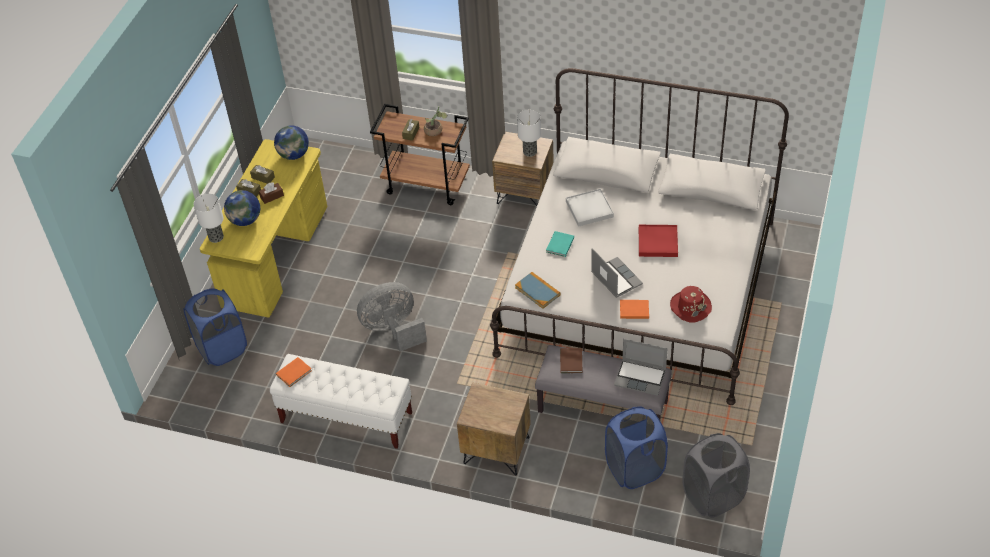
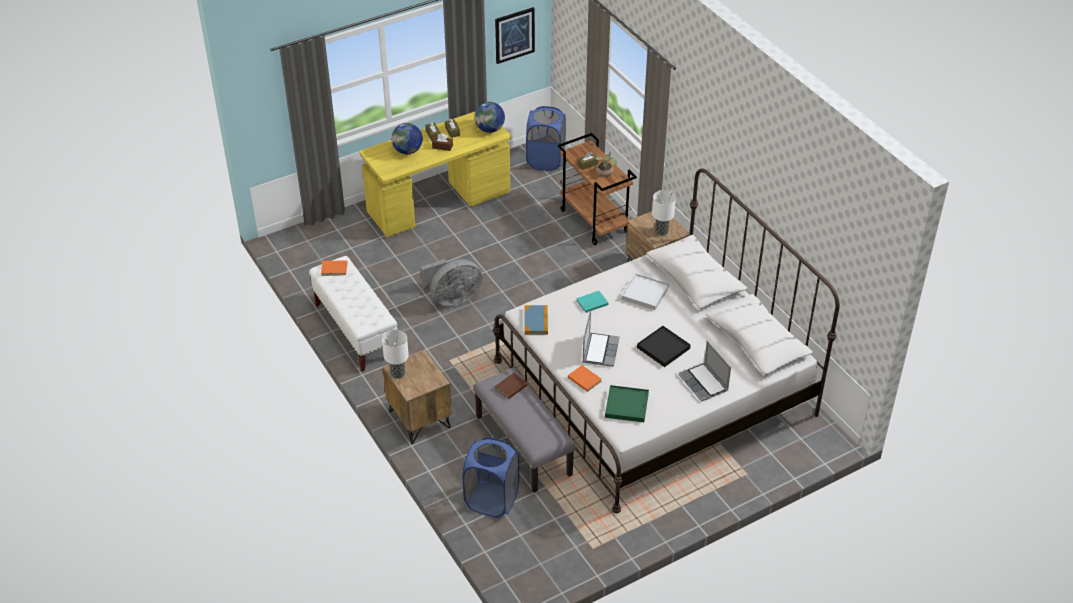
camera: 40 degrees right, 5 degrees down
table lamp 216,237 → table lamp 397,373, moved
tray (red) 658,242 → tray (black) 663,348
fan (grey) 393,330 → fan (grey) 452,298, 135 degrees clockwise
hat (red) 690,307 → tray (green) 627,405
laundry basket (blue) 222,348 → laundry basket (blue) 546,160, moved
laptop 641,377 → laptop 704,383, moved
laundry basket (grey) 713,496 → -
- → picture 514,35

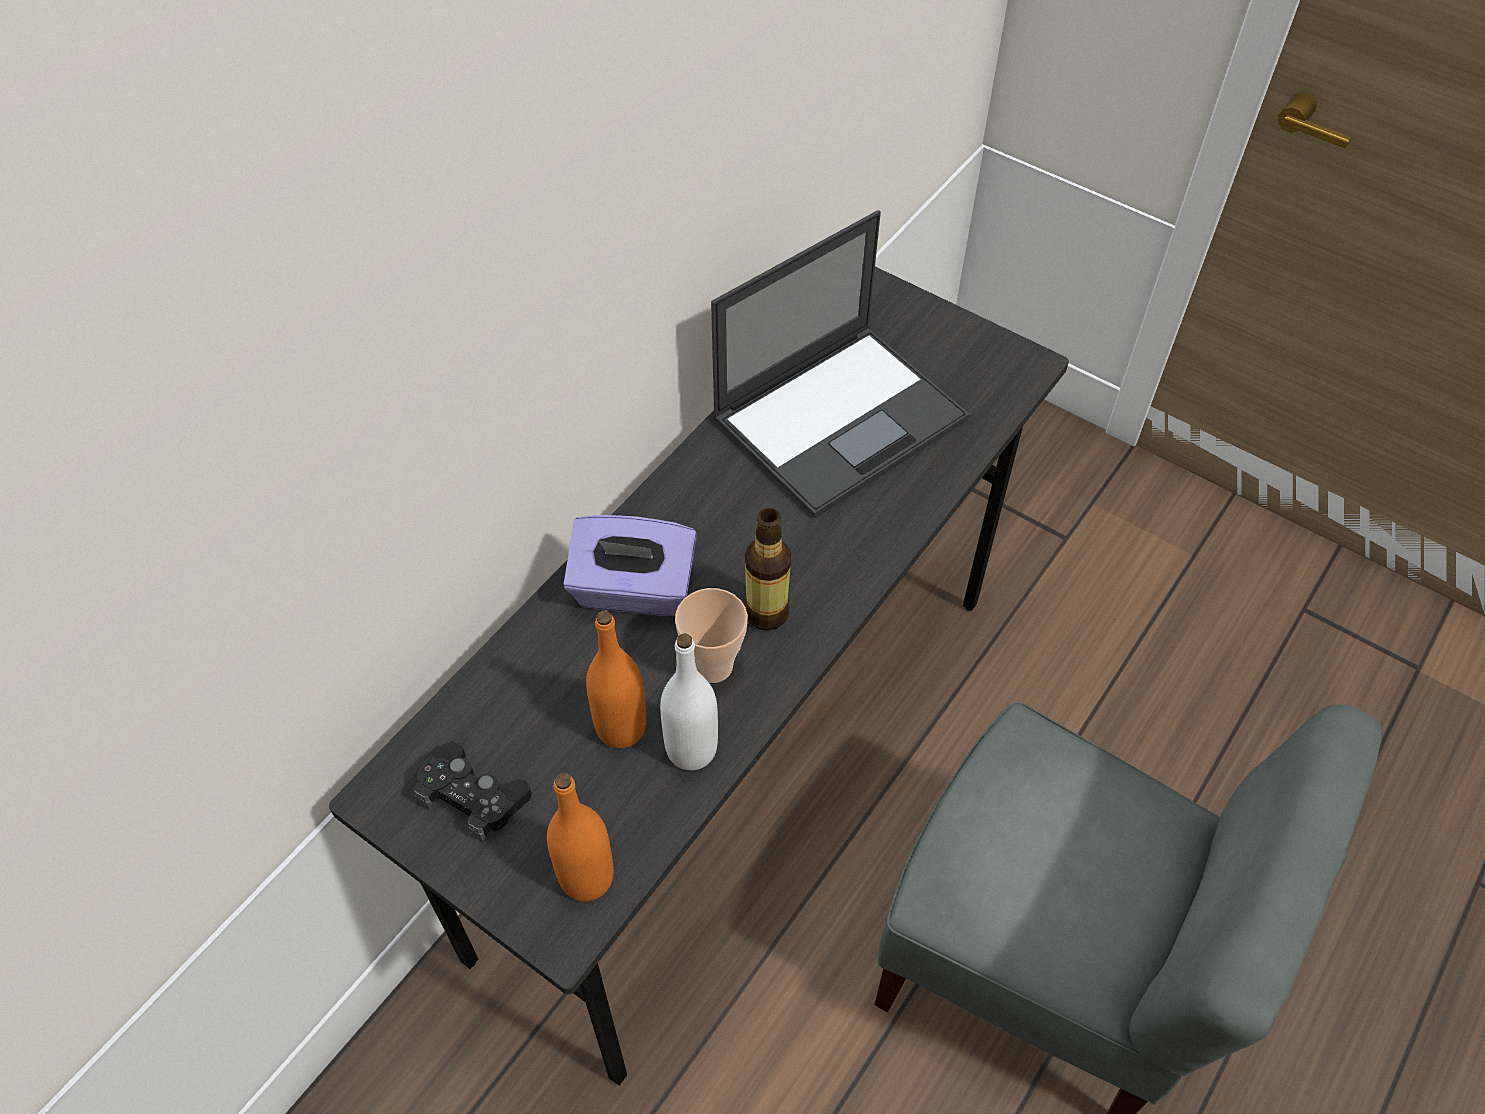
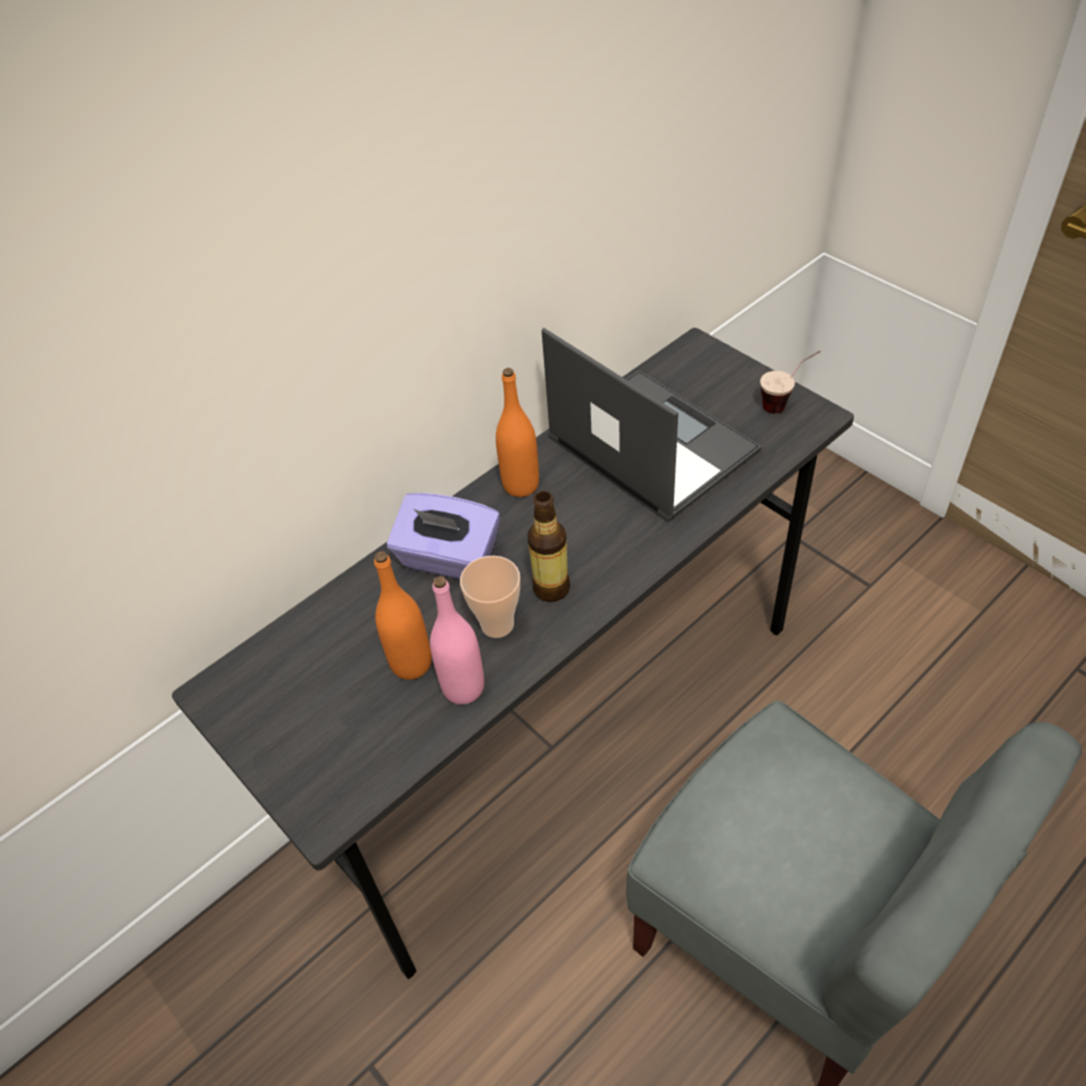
camera: 15 degrees right, 5 degrees down
laptop 841,417 → laptop 650,444, 105 degrees counterclockwise
bottle (white) 691,749 → bottle (pink) 463,688
game controller (black) 473,796 → -
bottle (orange) 586,877 → bottle (orange) 521,485, moved
- → cup 786,402

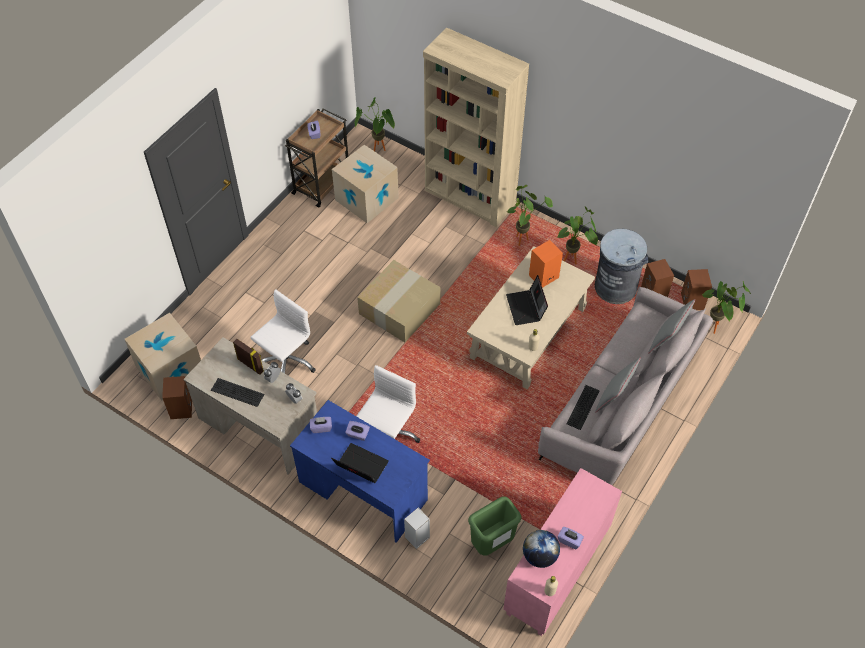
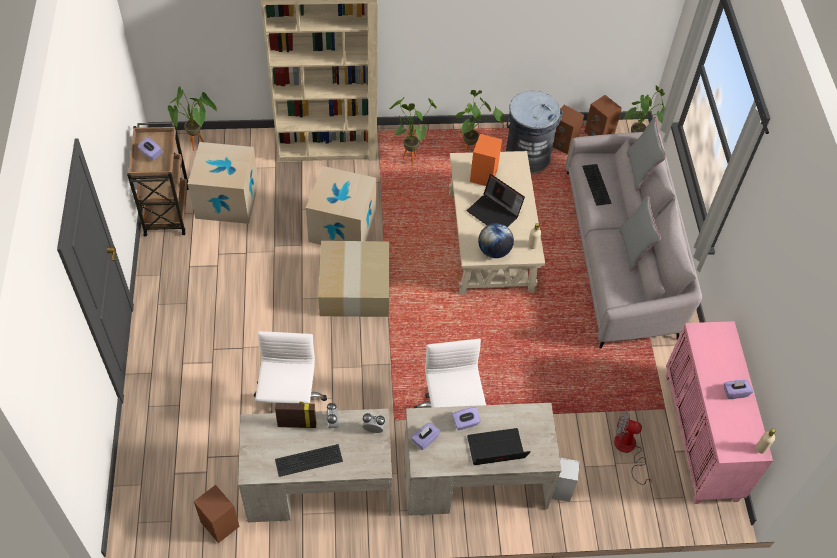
camera: 40 degrees left, 0 degrees up
cardboard box 170,370 → cardboard box 342,227, moved
keyboard 583,408 → keyboard 597,185, moved
desk (blue) 363,490 → desk (beige) 474,481
trash can (green) 492,544 → fan 628,450
globe 539,556 → globe 494,251, moved

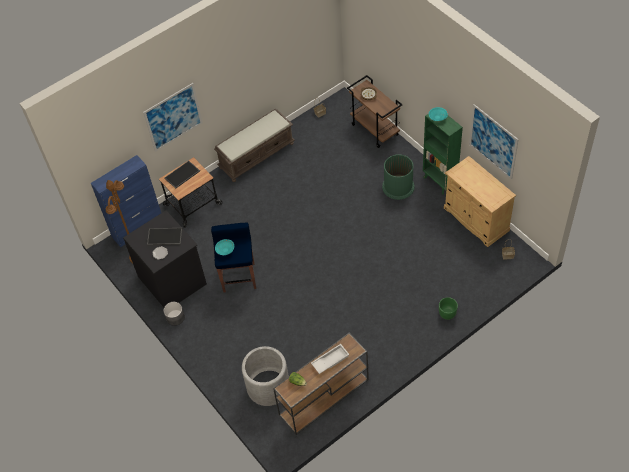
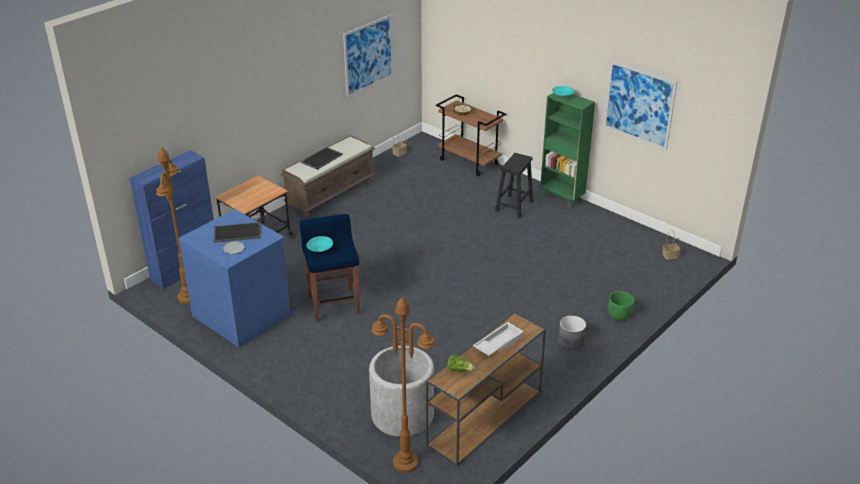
camera: 15 degrees left, 20 degrees down
picture 173,117 → picture 368,55, moved
trash can (green) 398,187 → stool (black) 514,207
cabinet (beige) 476,219 → -
tray 182,175 → tray 322,159, moved
dresser (black) 173,279 → dresser (blue) 242,315
planter (grey) 175,318 → planter (grey) 571,341, moved
- → floor lamp (brown) 406,463

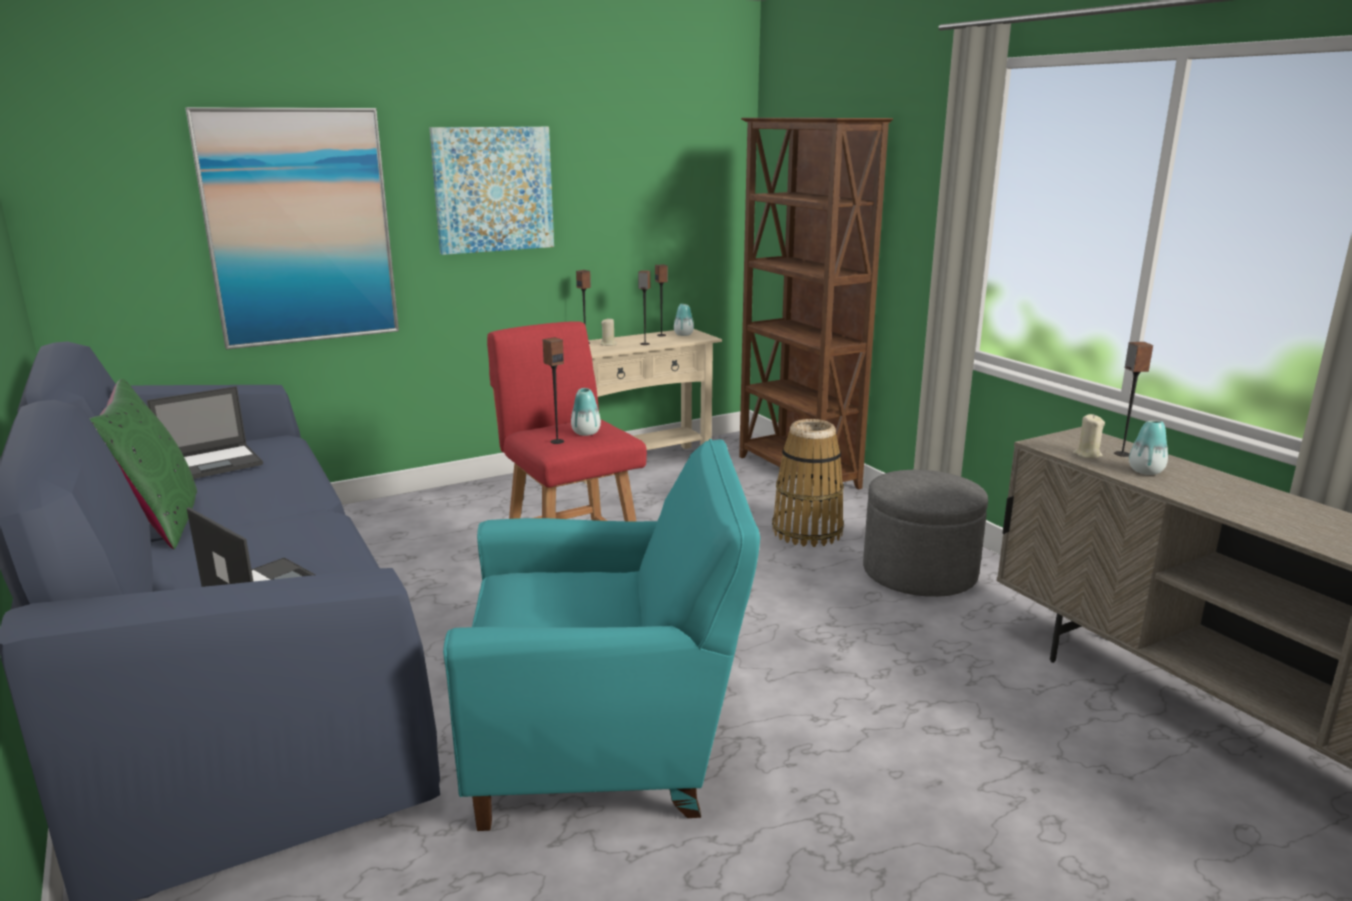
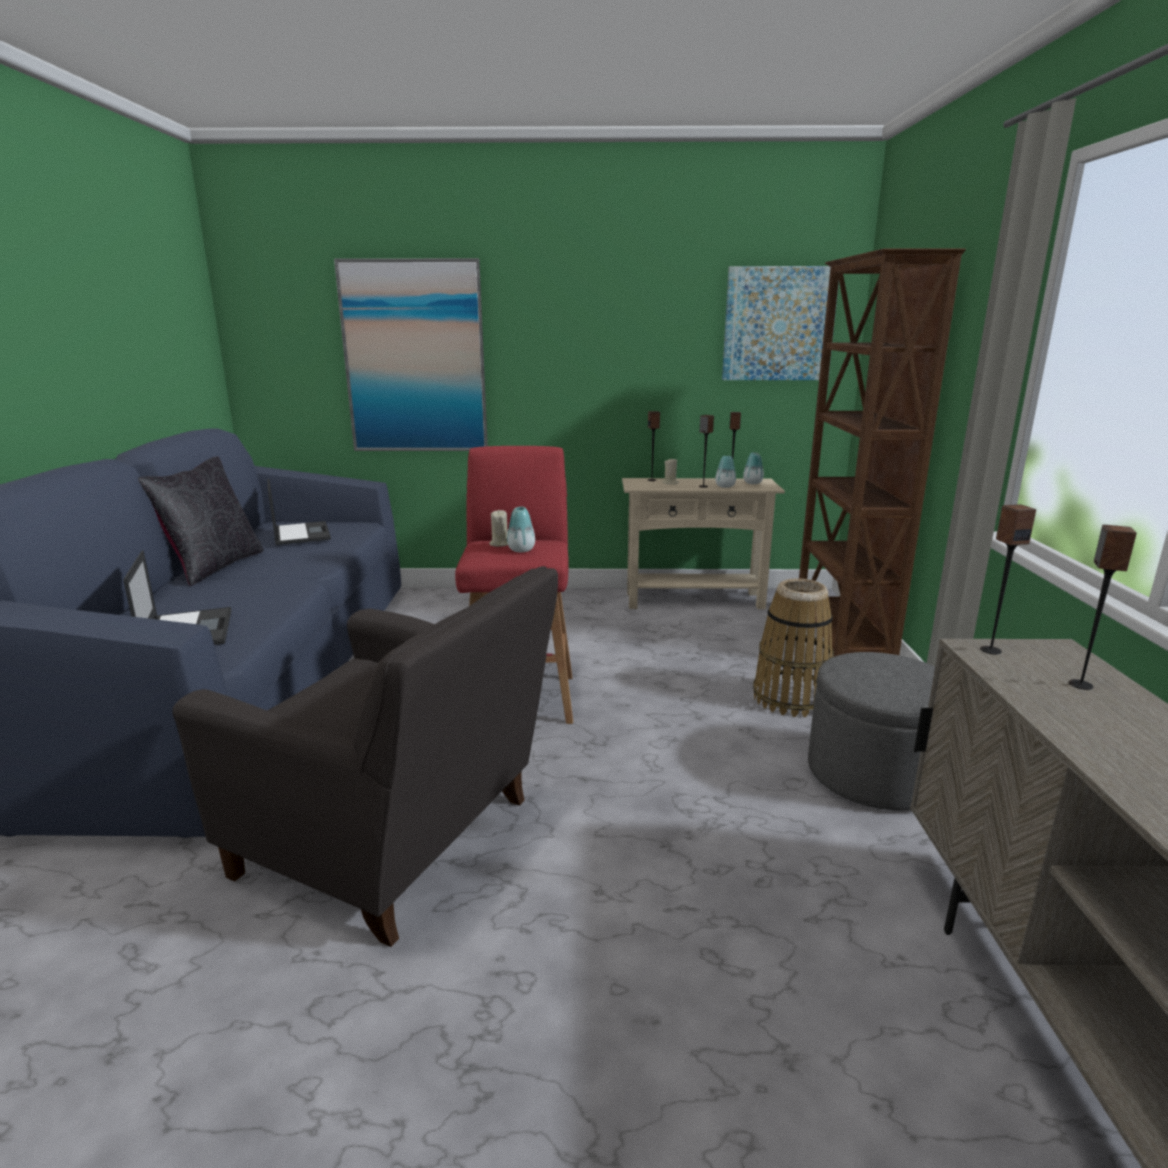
camera: 30 degrees right, 0 degrees up
picture 493,189 → picture 778,324, moved
speaker 557,441 → speaker 990,650, moved
pillow (green) 160,522 → pillow (black) 213,566
laptop 212,463 → laptop 301,533, 105 degrees counterclockwise
candle (beige) 1087,454 → candle (beige) 499,544, moved
vase 1145,471 → vase 725,486, moved
armchair (turquoise) 608,741 → armchair (grey) 400,840

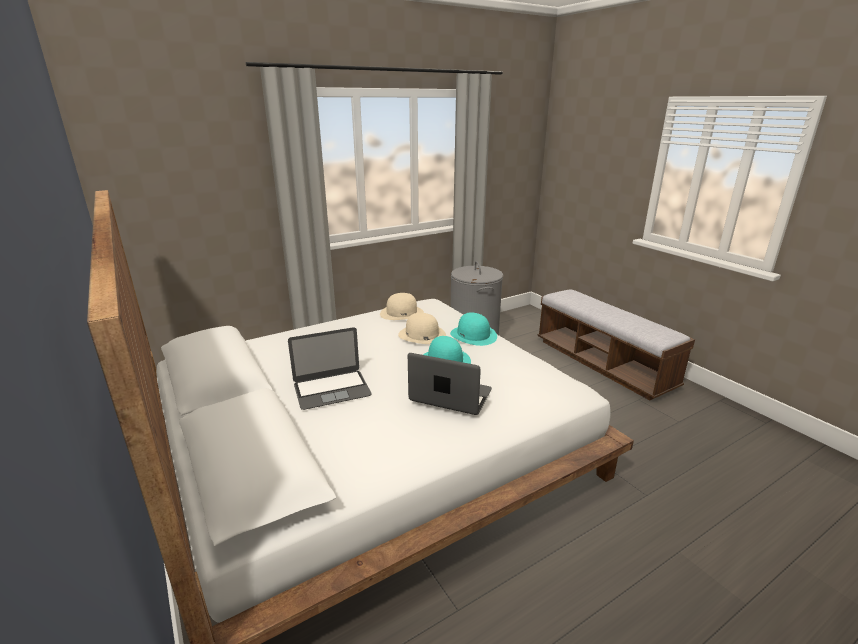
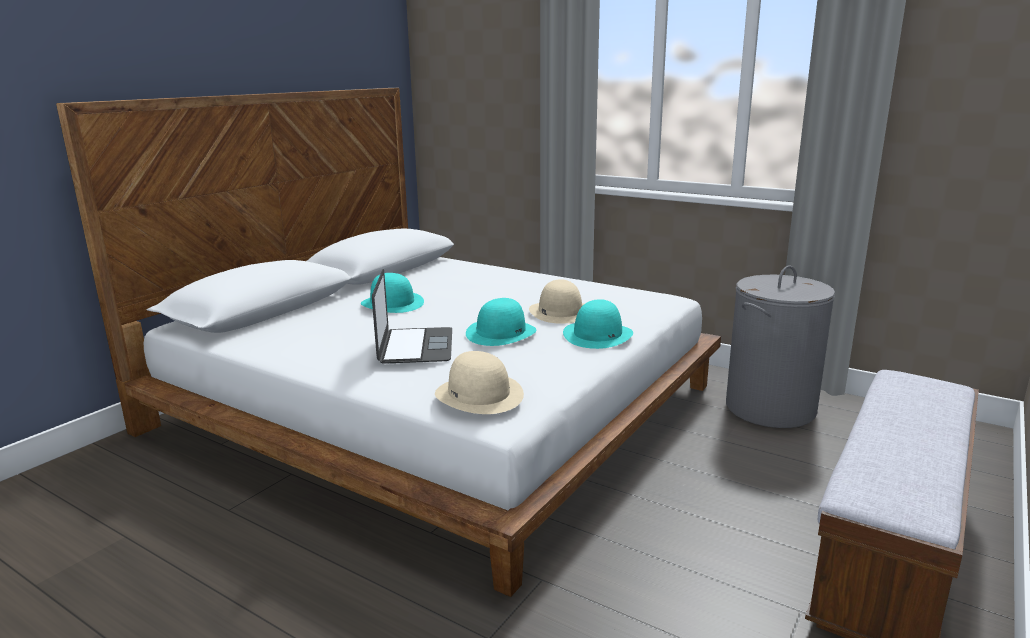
camera: 65 degrees right, 5 degrees down
hat (beige) 402,313 → hat (beige) 479,394, moved
laptop 332,389 → hat (turquoise) 392,303

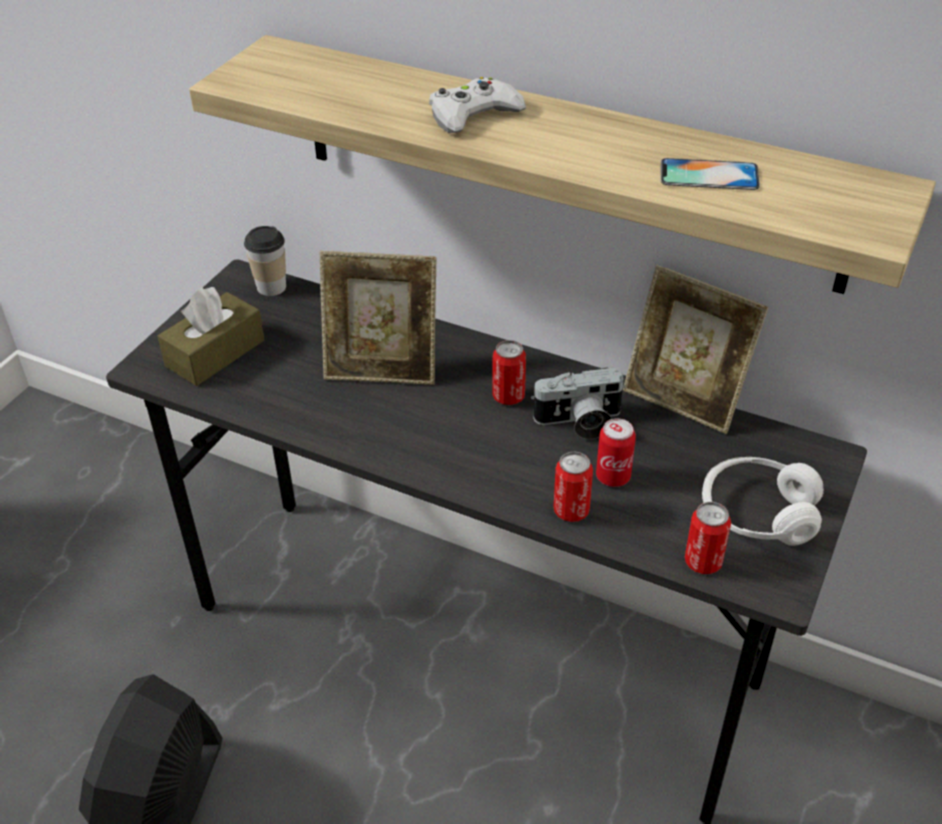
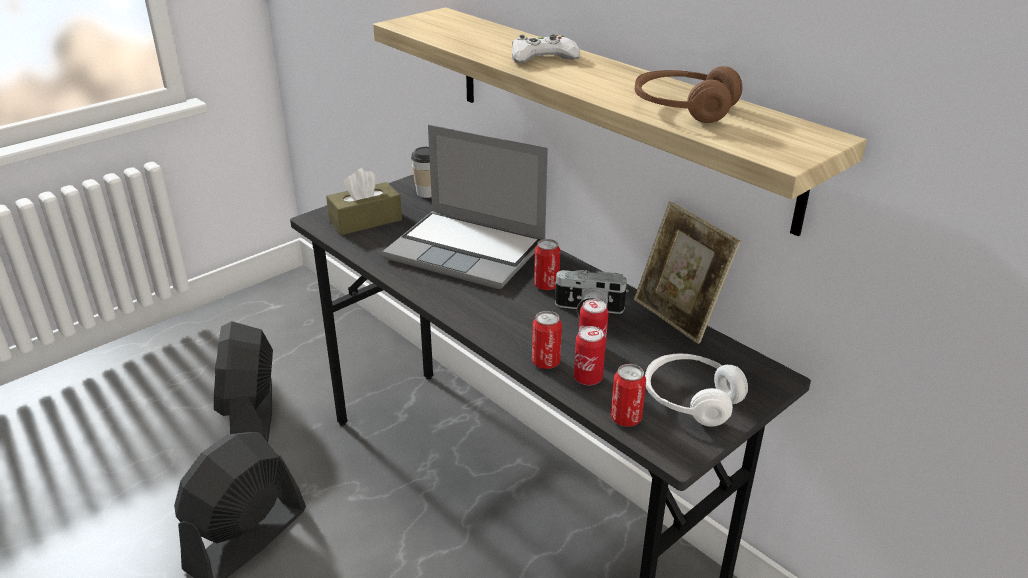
camera: 20 degrees right, 10 degrees down
phone 709,175 → headphones (brown) 683,109
picture frame 382,368 → laptop 469,251
- → fan (black) 251,415
- → can 588,378

